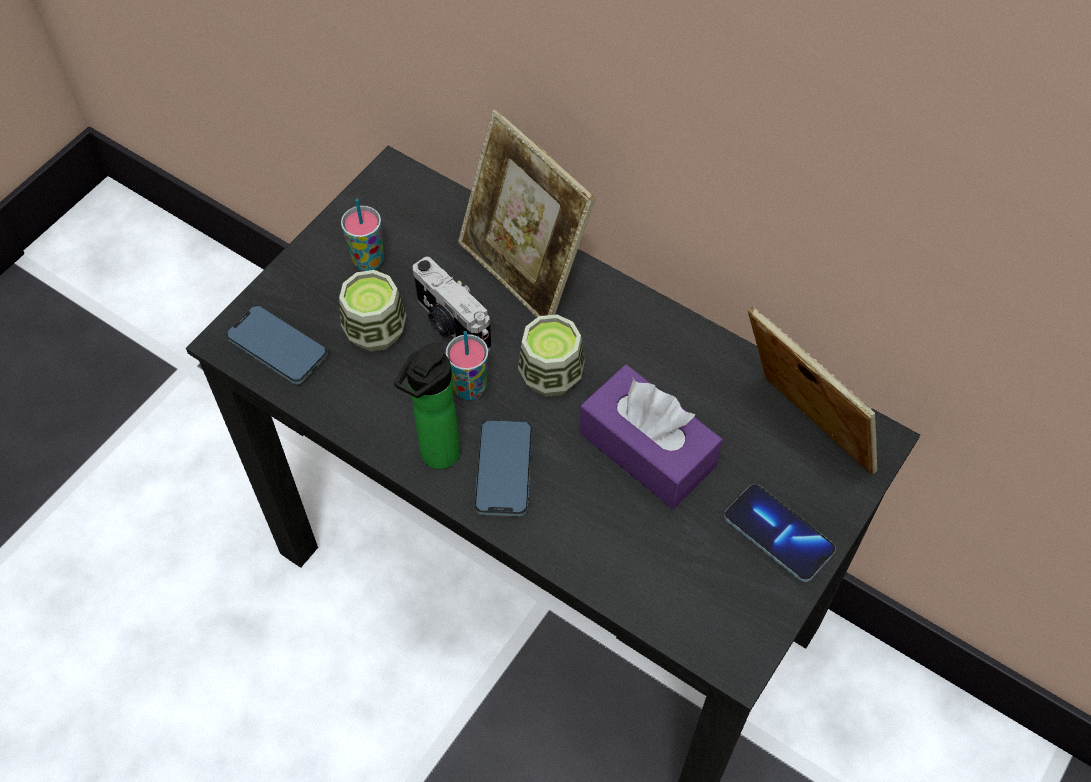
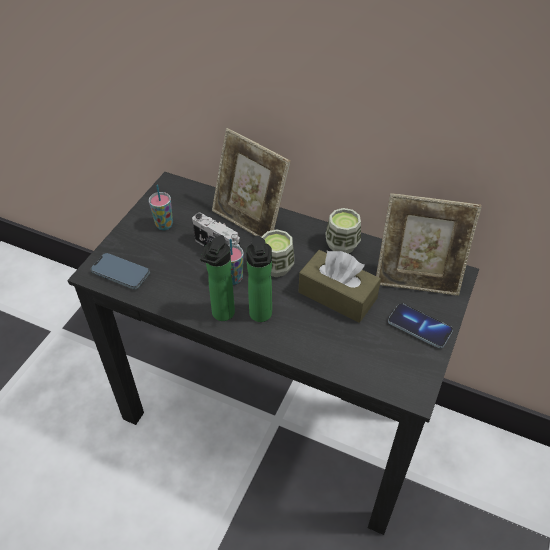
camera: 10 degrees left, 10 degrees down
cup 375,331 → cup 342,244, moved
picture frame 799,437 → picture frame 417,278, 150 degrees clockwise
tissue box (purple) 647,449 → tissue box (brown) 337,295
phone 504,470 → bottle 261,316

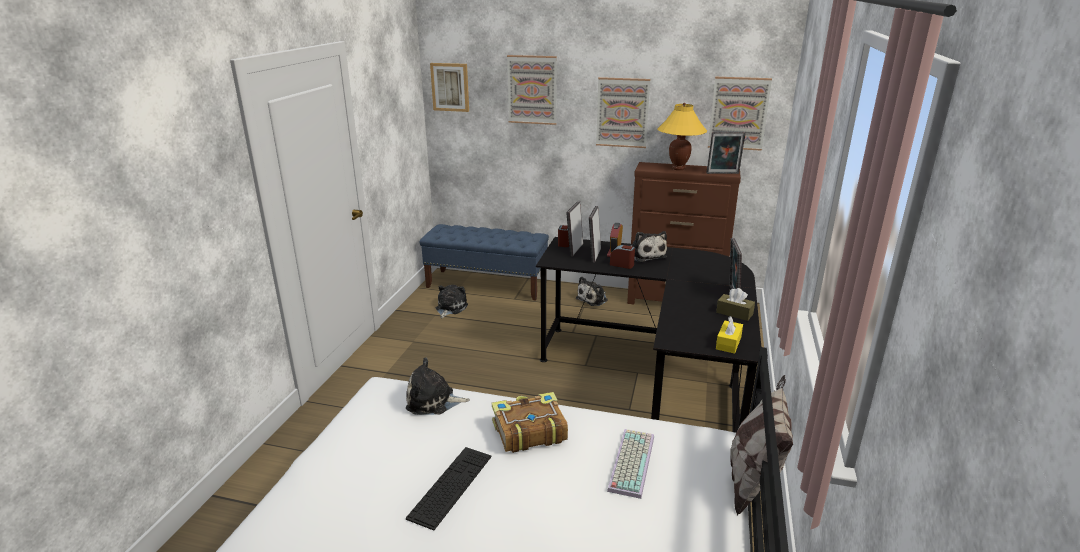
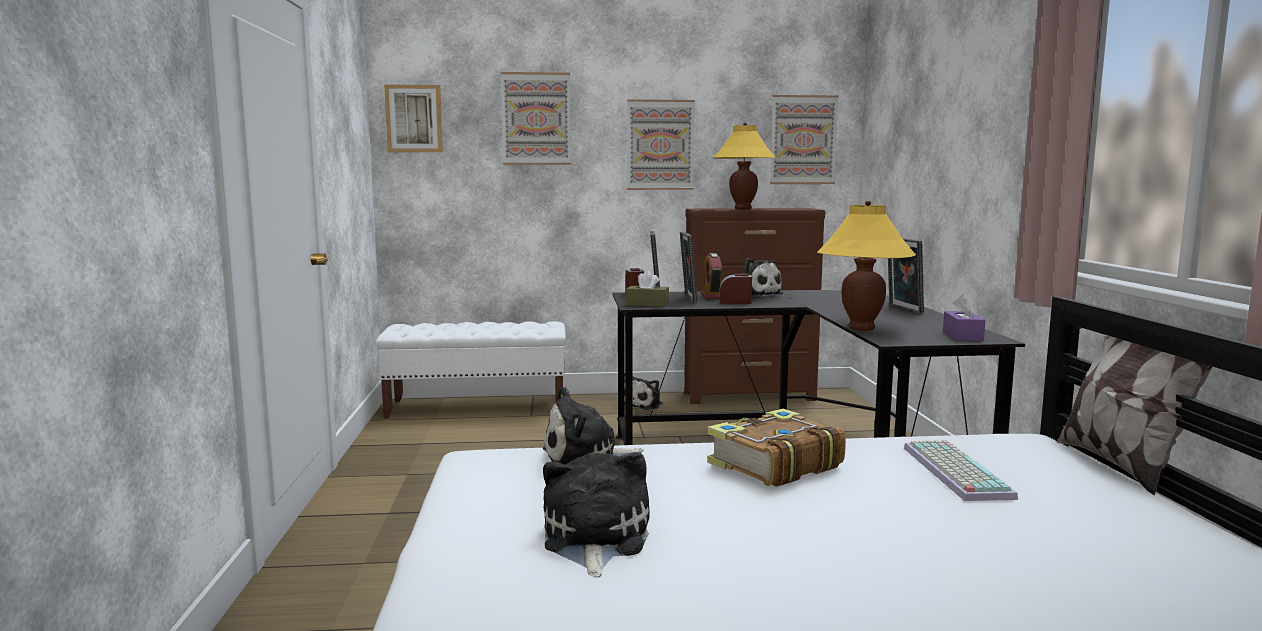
camera: 20 degrees left, 15 degrees down
picture frame 723,174 → -
bench (blue) 487,285 → bench (white) 478,407
plush toy 450,308 → plush toy 594,539, moved
tissue box (brown) 734,313 → tissue box (brown) 647,304, moved
tissue box (yellow) 728,343 → tissue box (purple) 962,336
keyboard 451,486 → -
- → table lamp (yellow) 861,328

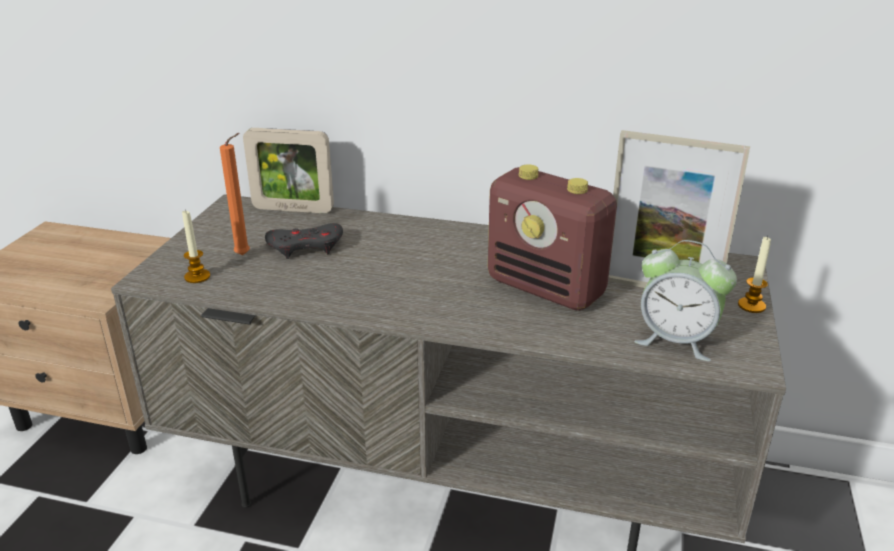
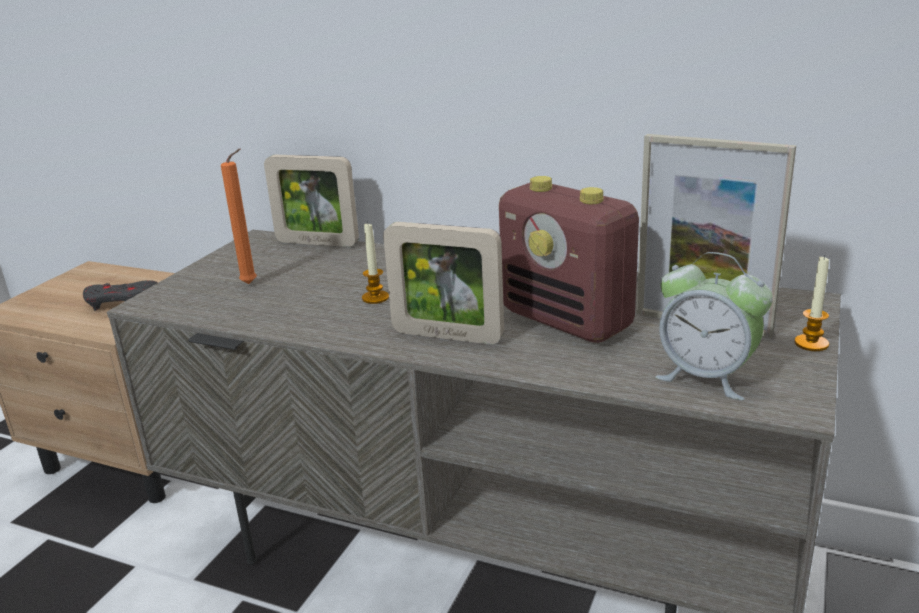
camera: 10 degrees right, 5 degrees down
candle 197,276 → candle 375,298, moved
game controller (grey) 306,246 → game controller (grey) 120,301, moved
- → picture frame 447,336

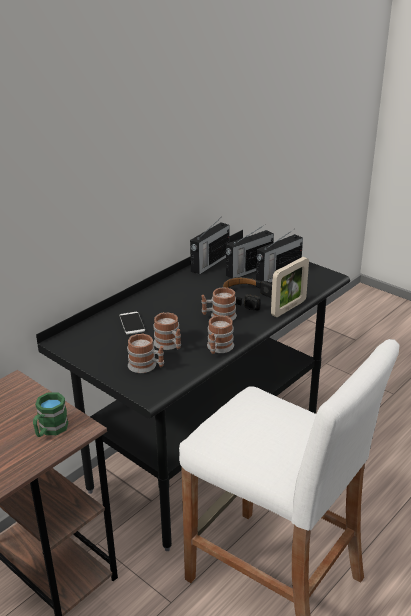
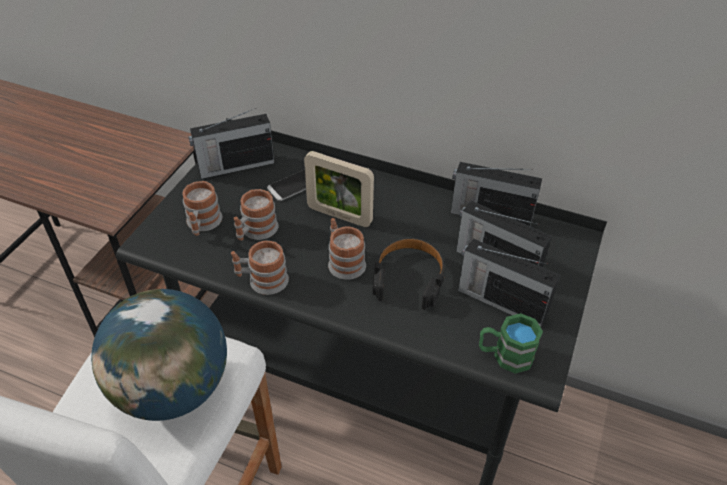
camera: 70 degrees right, 15 degrees up
picture frame 288,308 → picture frame 339,215, moved
mug (green) 50,430 → mug (green) 505,355, moved
- → radio 235,166
- → globe 172,388

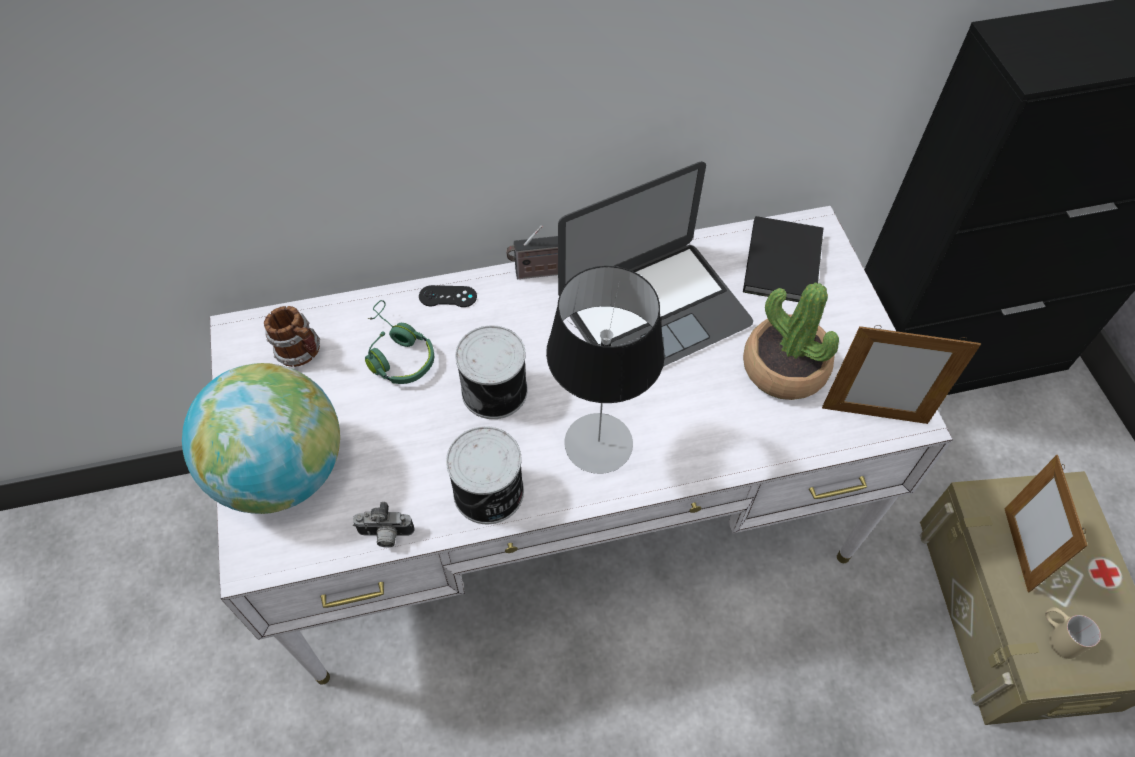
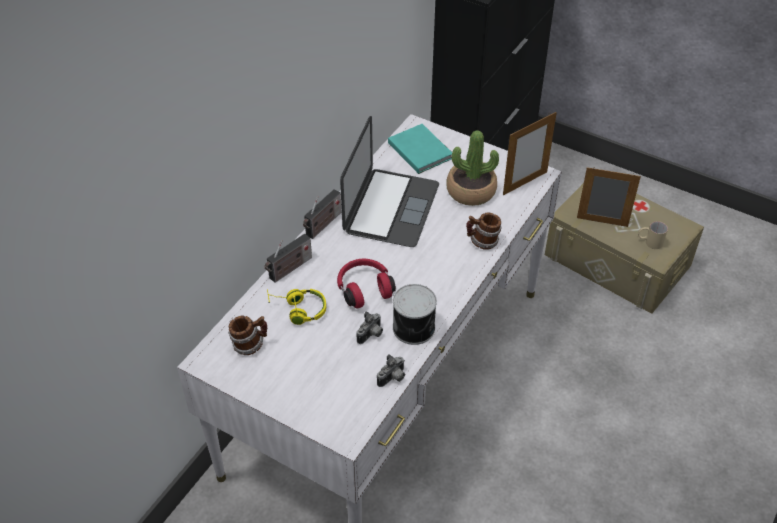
camera: 45 degrees left, 10 degrees down
book (black) 784,261 → book (turquoise) 420,149
table lamp 598,443 → -
game controller (black) 448,296 → radio 289,269
headphones (green) 397,353 → headphones (yellow) 298,309
can 496,390 → headphones (red) 364,289
globe 281,472 → -
picture frame 1016,549 → picture frame 602,222, 150 degrees clockwise
- → mug 482,242
- → photo camera 371,335

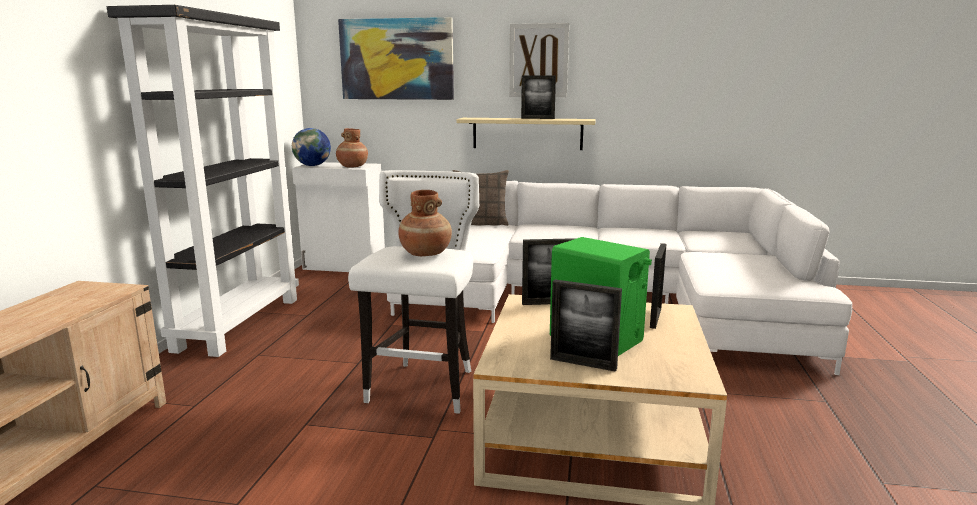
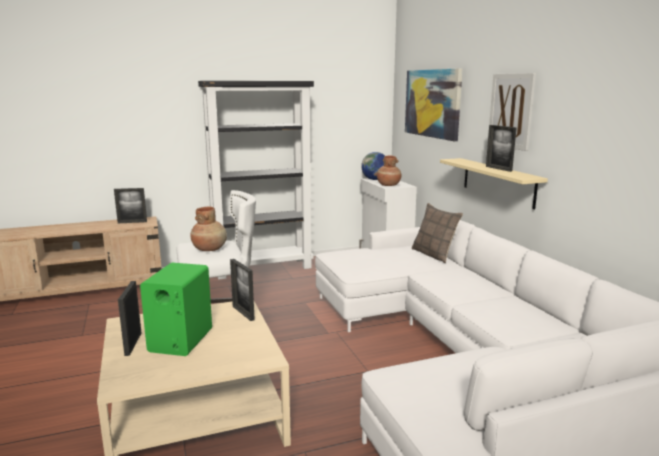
camera: 60 degrees right, 0 degrees up
picture frame 655,318 → picture frame 132,222, moved

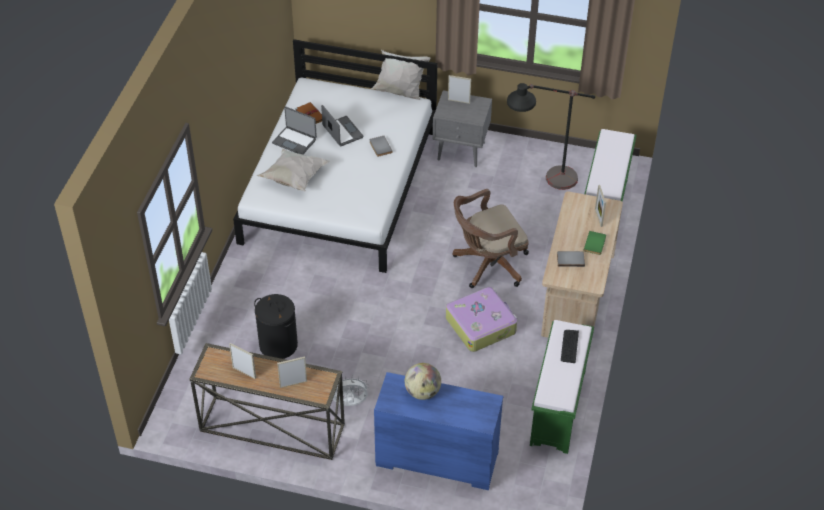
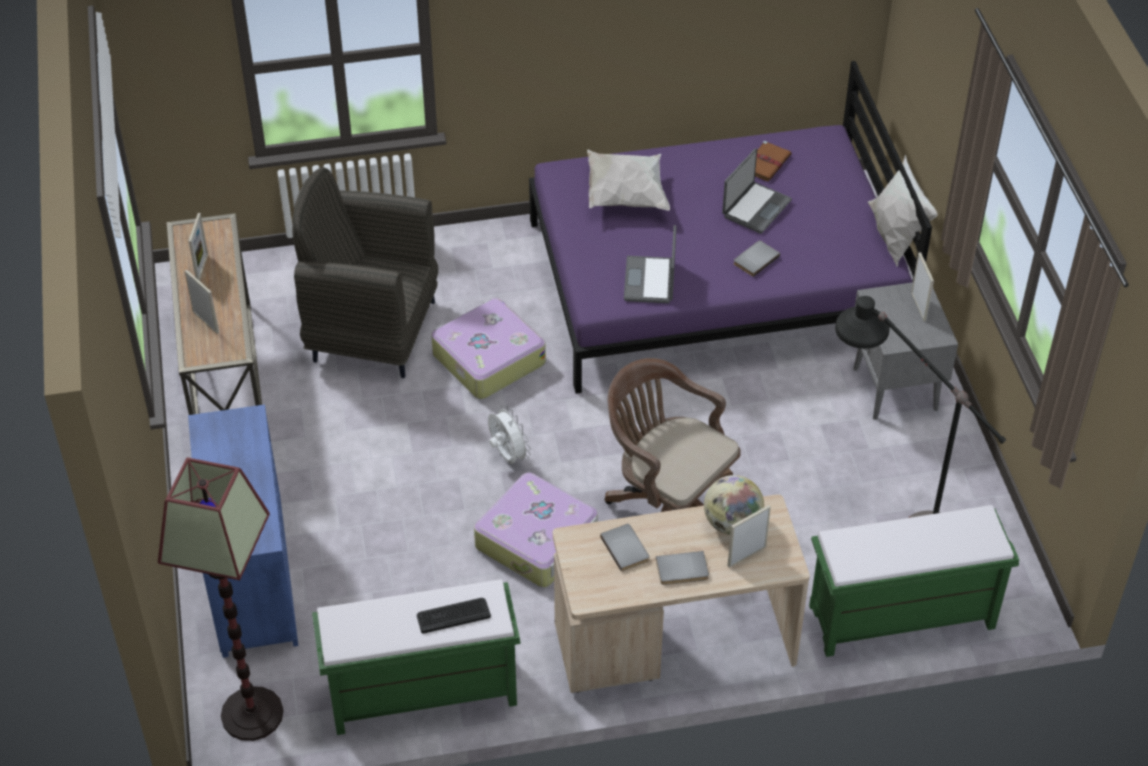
camera: 65 degrees right, 0 degrees up
bed (white) 341,186 → bed (purple) 716,281
laptop 295,141 → laptop 650,281, moved
book (green) 595,244 → book (grey) 682,571
laundry basket (black) 278,345 → armchair (grey) 371,331
globe 422,392 → globe 732,524, moved
fan (white) 350,404 → fan (white) 507,456, moved
- → suitcase 487,359
- → floor lamp 251,714

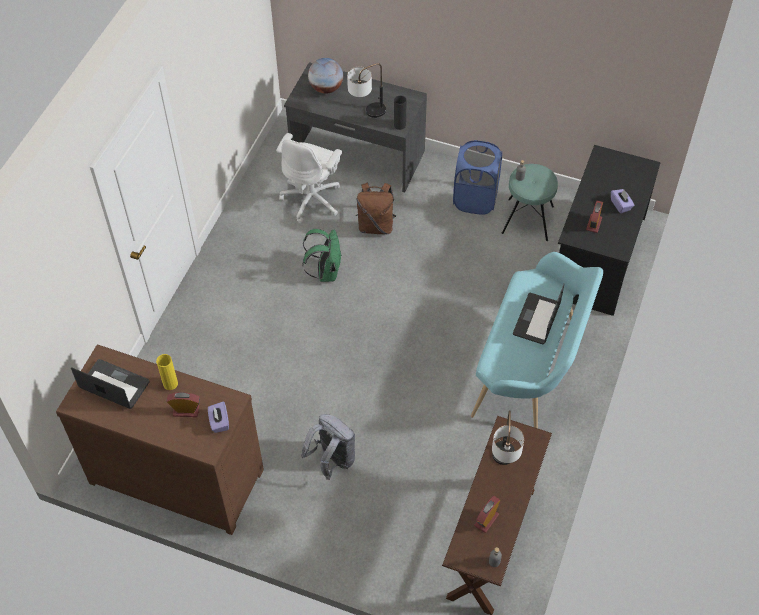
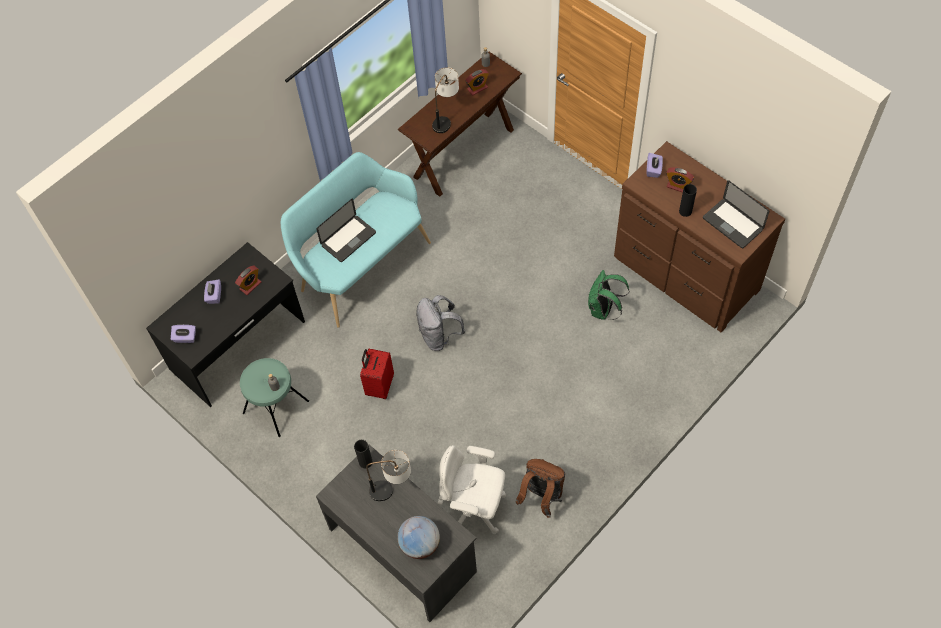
camera: 155 degrees left, 5 degrees up
office chair (white) 312,199 → office chair (white) 473,509, 120 degrees counterclockwise
laundry basket (blue) 475,199 → -
backpack (brown) 376,225 → backpack (brown) 541,496, moved
backpack (green) 325,272 → backpack (green) 603,310, moved
vase (yellow) 170,383 → vase (black) 685,211
backpack (grey) 332,460 → backpack (grey) 439,336, moved
- → tissue box (purple) 185,338
- → suitcase (red) 379,386

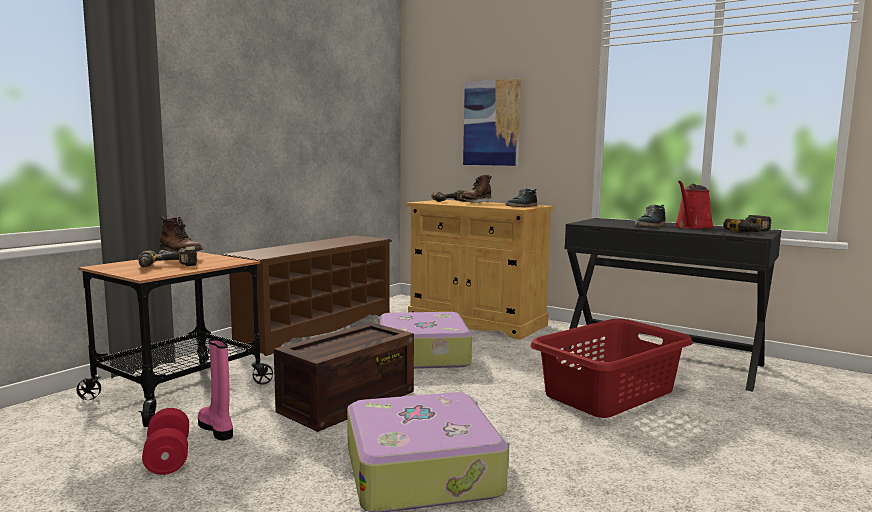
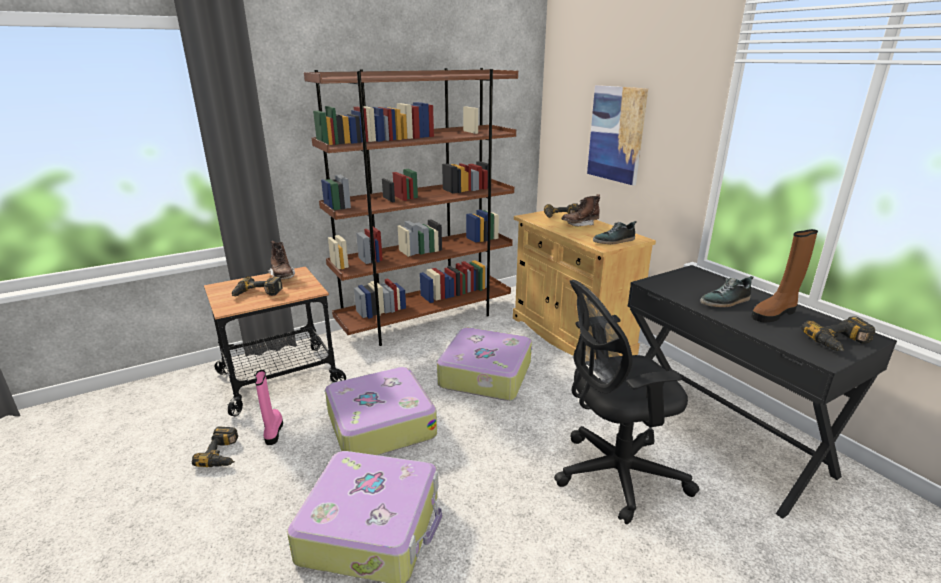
camera: 25 degrees right, 15 degrees up
watering can (red) 692,227 → boot (brown) 774,314
shoe rack (brown) 316,328 → bookcase (brown) 426,320
laundry basket (red) 608,393 → office chair (black) 613,474
crate 347,402 → suitcase 379,424
dumbbell (red) 168,458 → power drill 224,454

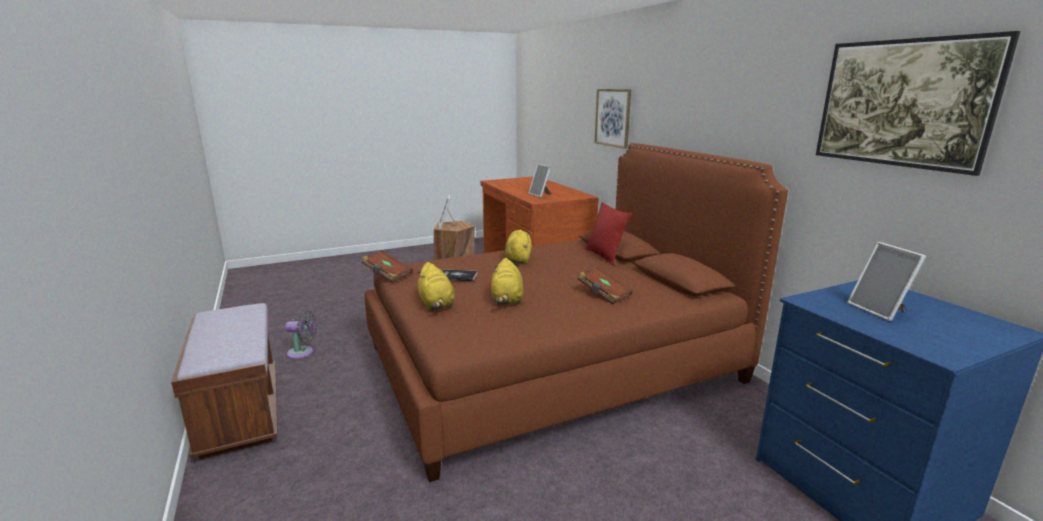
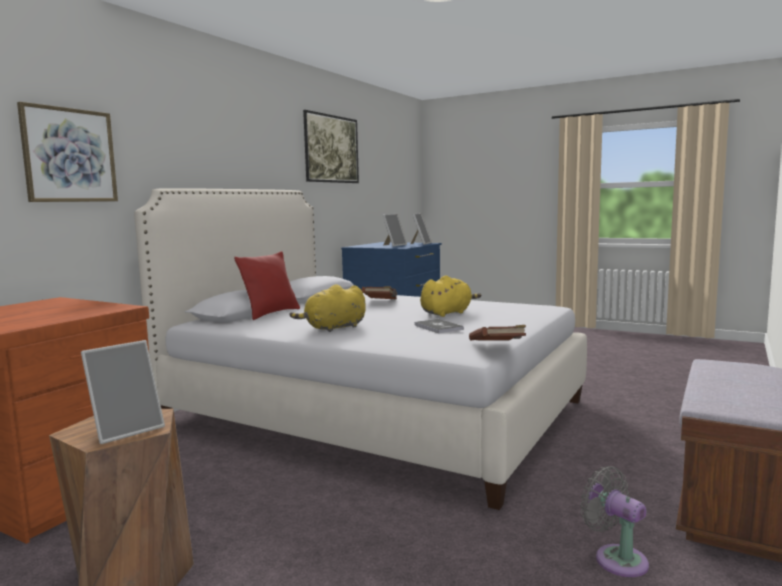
camera: 125 degrees left, 10 degrees down
bed (brown) 551,362 → bed (white) 374,412
picture frame 540,195 → picture frame 421,243, moved
plush toy (yellow) 436,304 → -

